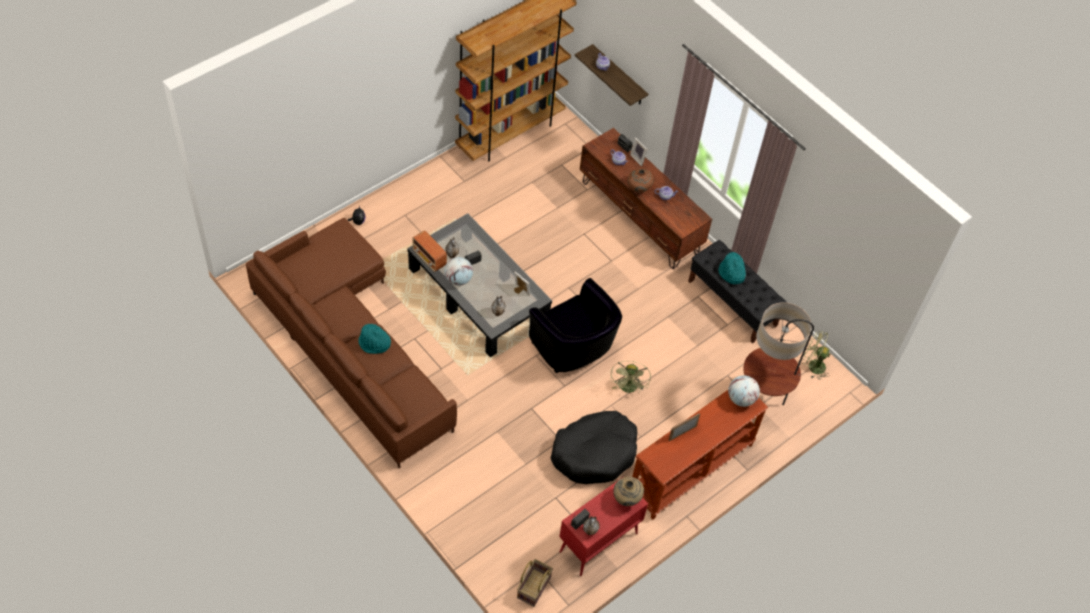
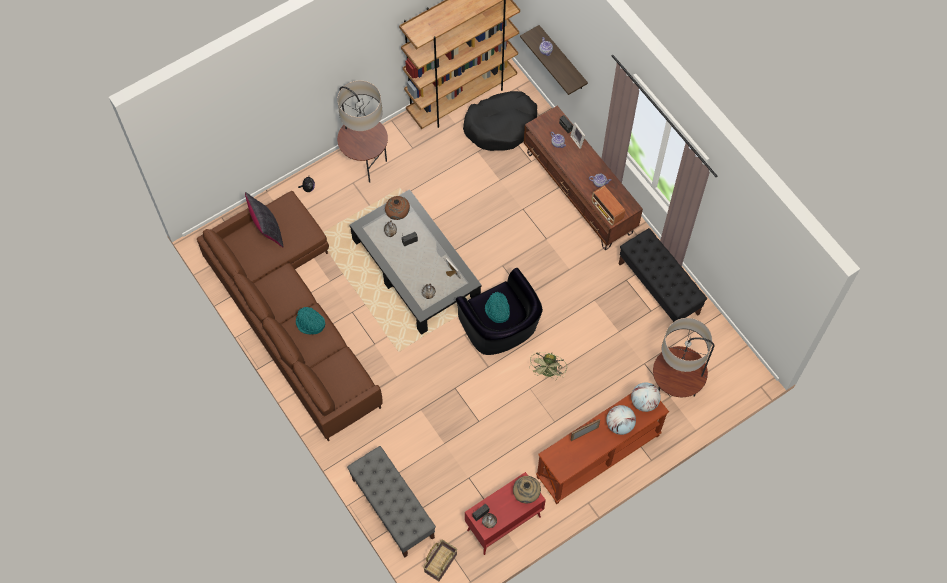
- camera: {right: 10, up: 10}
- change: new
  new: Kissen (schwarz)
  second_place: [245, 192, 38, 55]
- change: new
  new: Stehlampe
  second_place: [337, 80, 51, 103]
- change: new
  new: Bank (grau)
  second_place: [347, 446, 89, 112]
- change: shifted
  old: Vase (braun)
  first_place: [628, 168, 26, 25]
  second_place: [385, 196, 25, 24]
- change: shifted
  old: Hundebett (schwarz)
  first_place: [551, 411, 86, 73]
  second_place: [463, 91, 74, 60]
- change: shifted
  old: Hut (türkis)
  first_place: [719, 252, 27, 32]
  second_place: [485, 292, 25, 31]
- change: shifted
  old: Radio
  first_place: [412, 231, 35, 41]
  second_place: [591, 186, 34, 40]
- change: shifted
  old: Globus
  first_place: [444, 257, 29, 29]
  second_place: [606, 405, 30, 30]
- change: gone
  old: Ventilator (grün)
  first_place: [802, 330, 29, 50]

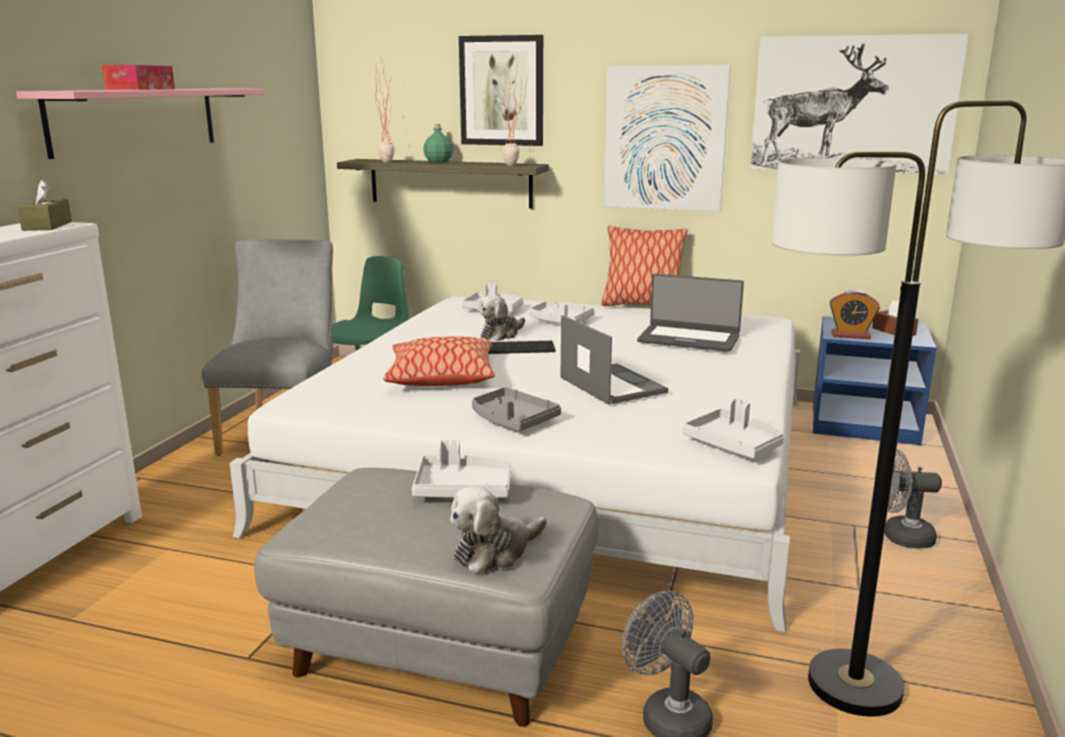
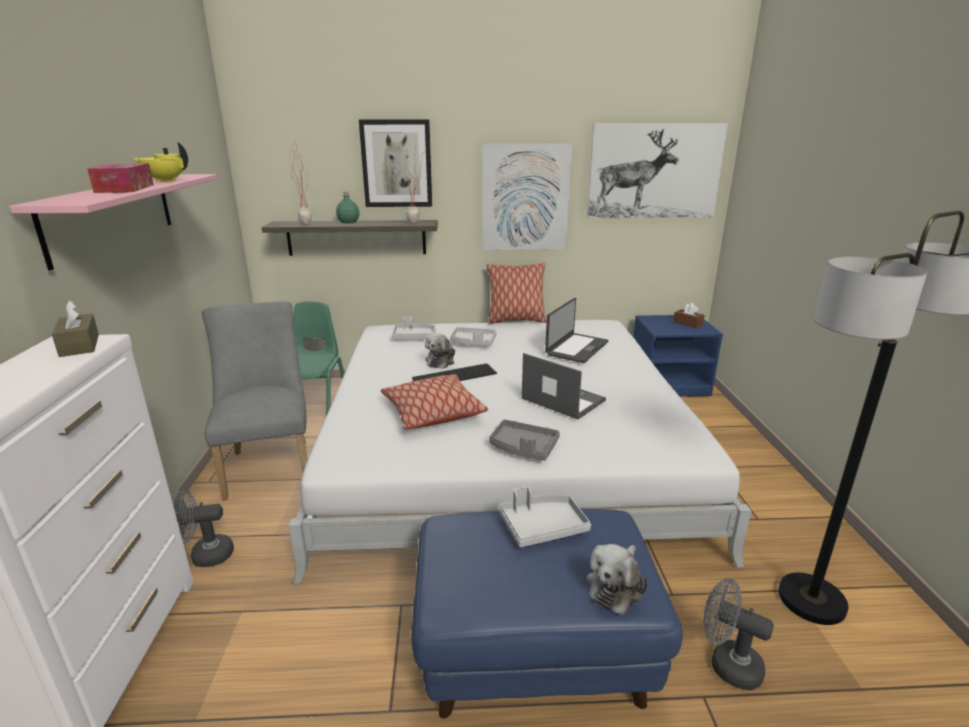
- camera: {right: -20, up: 5}
- change: new
  new: Teekanne (gelb)
  second_place: [133, 142, 55, 40]
- change: shifted
  old: Ventilator (grau)
  first_place: [875, 449, 67, 99]
  second_place: [171, 490, 63, 77]
- change: repainted
  old: Polsterhocker (grau)
  new: Polsterhocker (blau)
  first_place: [254, 468, 345, 259]
  second_place: [411, 509, 272, 209]
- change: rotated
  old: Laptop
  first_place: [637, 274, 107, 78]
  second_place: [545, 298, 64, 65]
  degrees: -60
- change: gone
  old: Tablett (grau)
  first_place: [683, 398, 101, 61]
- change: gone
  old: Wecker
  first_place: [830, 290, 50, 49]

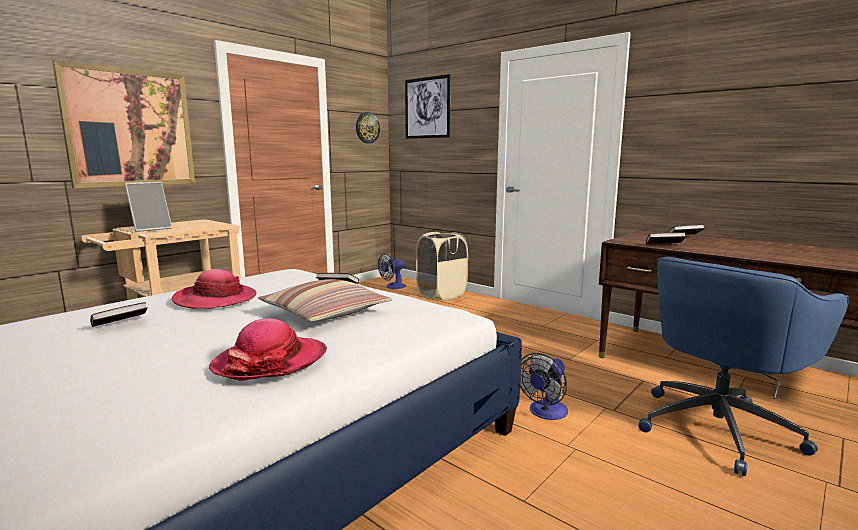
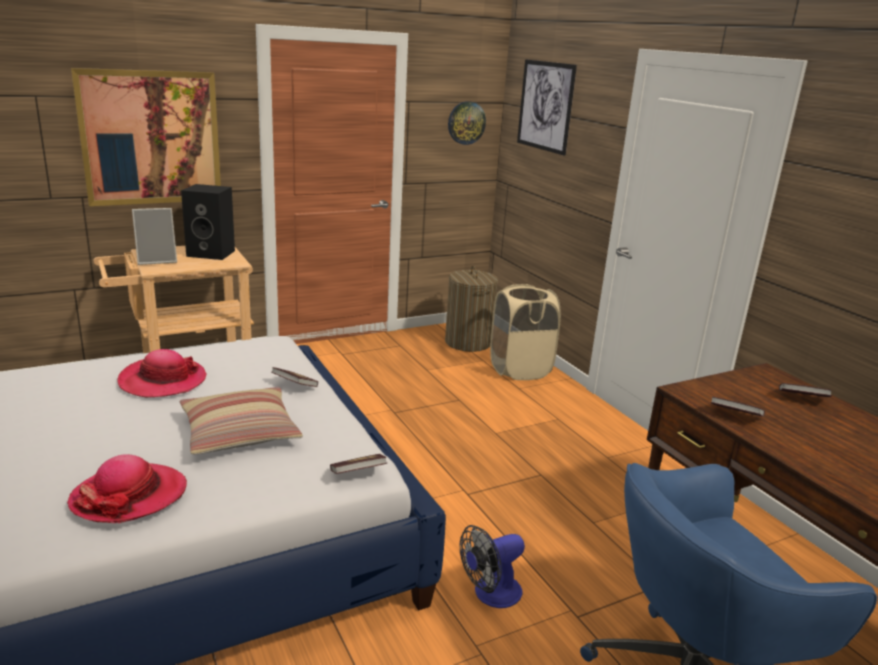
- camera: {right: 20, up: 10}
- change: new
  new: Lautsprecher (schwarz)
  second_place: [181, 184, 54, 76]
- change: shifted
  old: Buch
  first_place: [91, 302, 57, 25]
  second_place: [330, 454, 57, 20]
- change: swapped
  old: Ventilator
  new: Wäschekorb
  first_place: [378, 254, 28, 35]
  second_place: [445, 266, 53, 86]

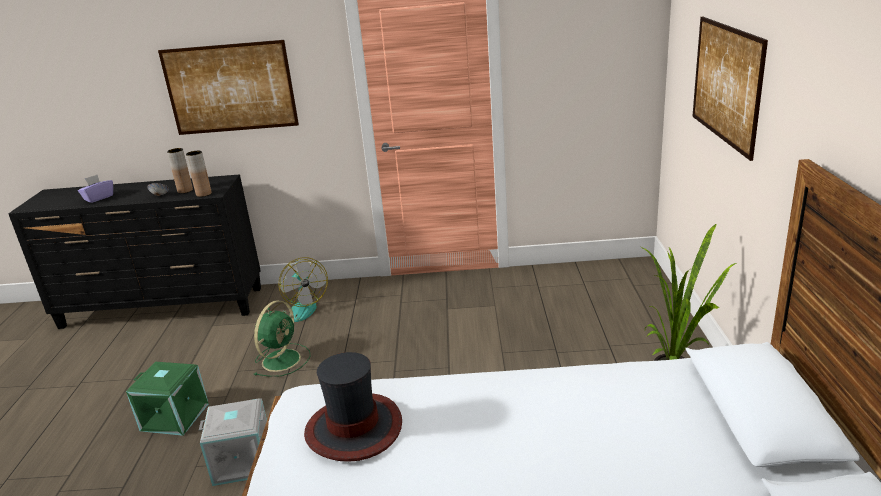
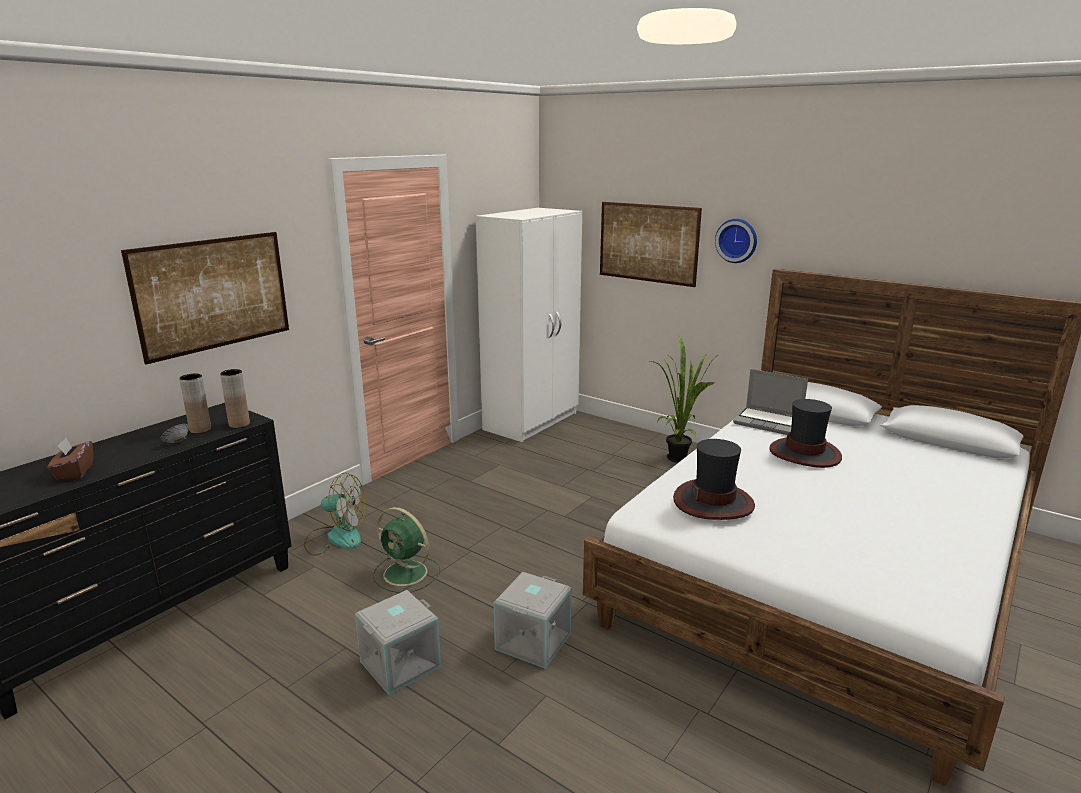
- camera: {right: -55, up: -5}
- change: repainted
  old: Taschentuchbox (lila)
  new: Taschentuchbox (braun)
  first_place: [78, 175, 35, 28]
  second_place: [48, 438, 45, 43]
- change: repainted
  old: Aufbewahrungsbox (grün)
  new: Aufbewahrungsbox (grau)
  first_place: [126, 362, 83, 74]
  second_place: [355, 590, 86, 105]
- change: rotated
  old: Ventilator (grün)
  first_place: [254, 300, 57, 77]
  second_place: [373, 507, 67, 86]
  degrees: 150
- change: new
  new: Kleiderschrank (weiß)
  second_place: [476, 208, 106, 234]
- change: new
  new: Wanduhr
  second_place: [715, 219, 42, 44]
- change: new
  new: Laptop
  second_place: [733, 369, 75, 66]
- change: new
  new: Hut
  second_place: [769, 399, 73, 69]

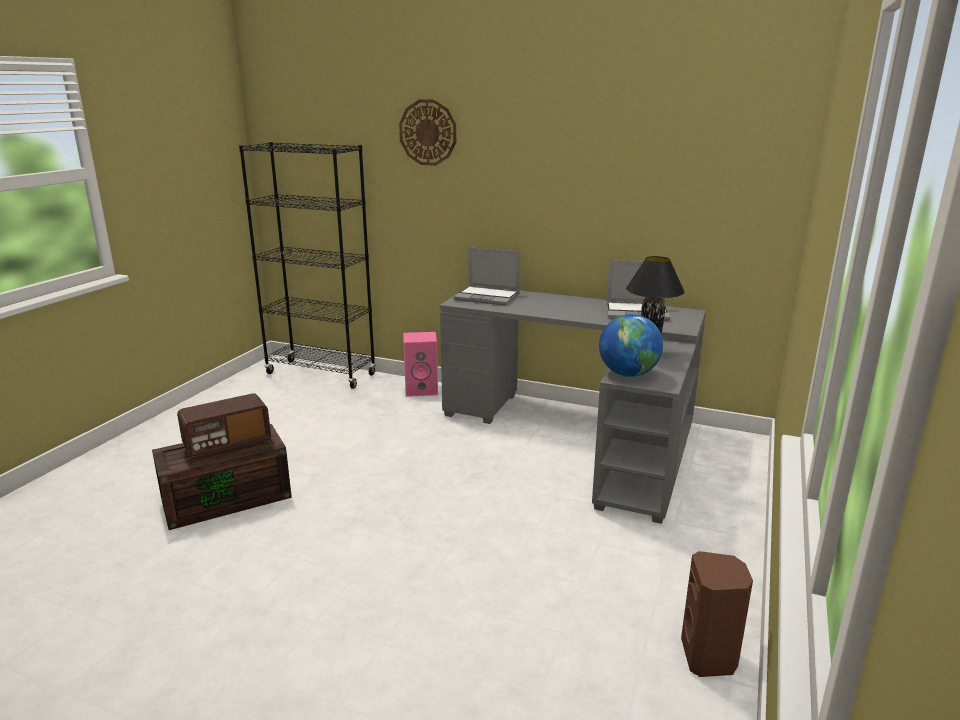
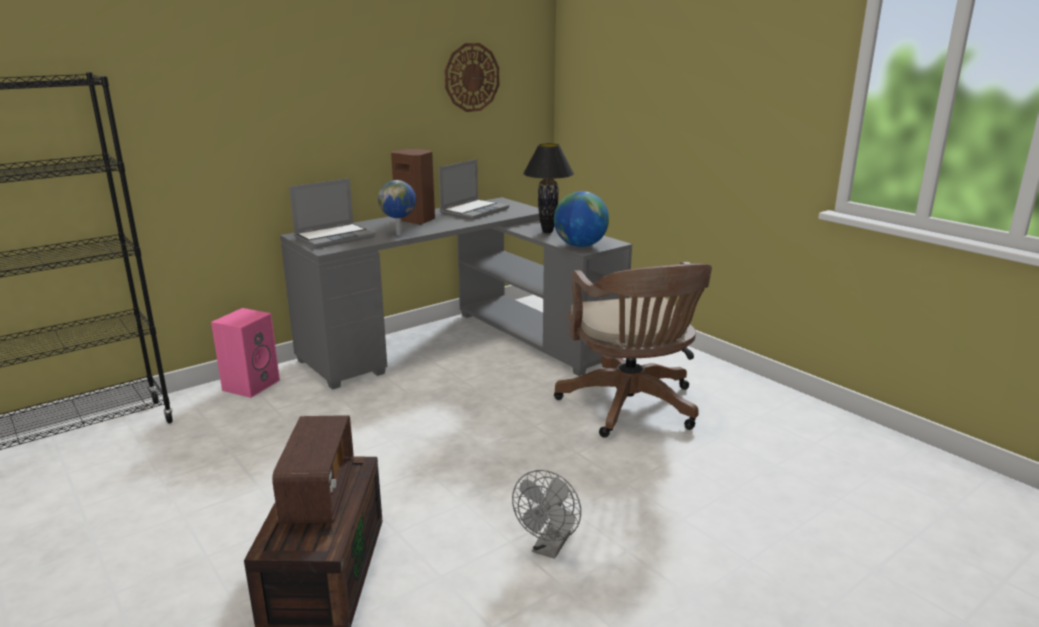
- camera: {right: -60, up: 0}
- change: new
  new: Globus
  second_place: [378, 180, 38, 56]
- change: shifted
  old: Lautsprecher (braun)
  first_place: [681, 551, 72, 126]
  second_place: [391, 149, 44, 76]
- change: shifted
  old: Wanduhr
  first_place: [399, 99, 57, 67]
  second_place: [445, 43, 54, 69]
- change: new
  new: Ventilator (grau)
  second_place: [512, 470, 69, 89]
- change: new
  new: Bürostuhl (braun)
  second_place: [554, 262, 158, 176]

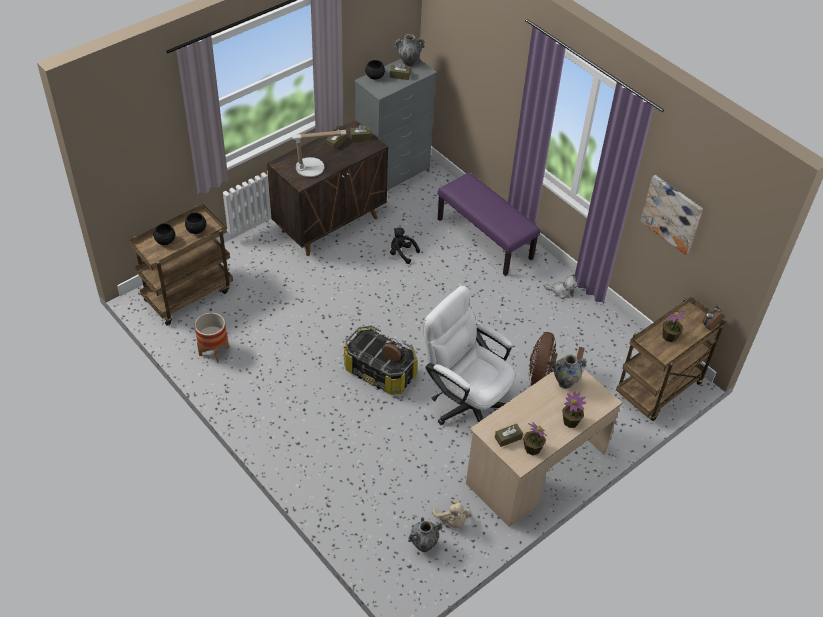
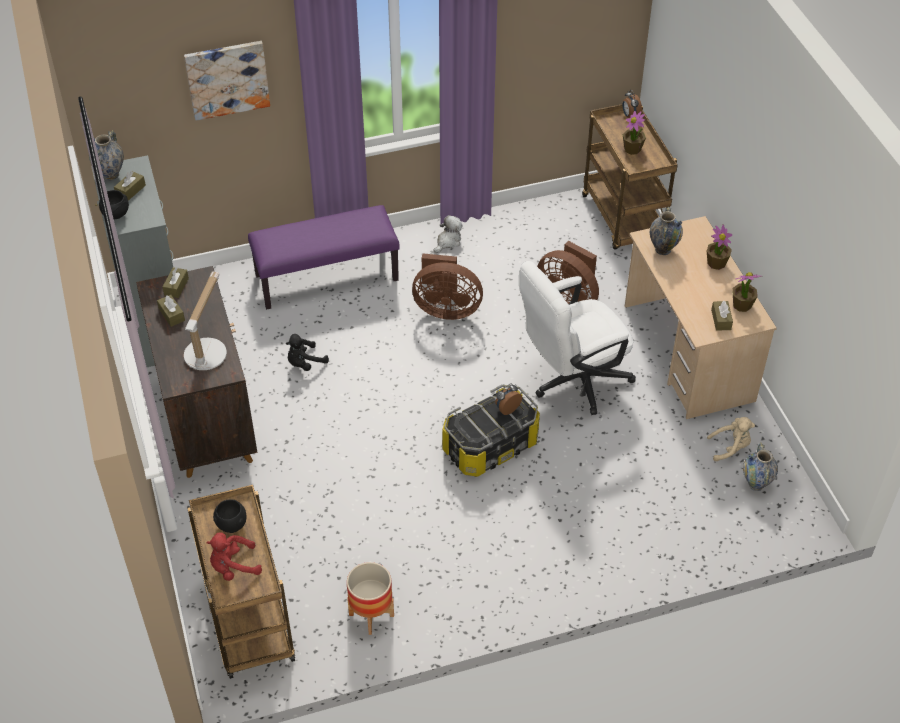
- camera: {right: -65, up: 0}
- change: shifted
  old: Bild
  first_place: [640, 175, 63, 80]
  second_place: [184, 41, 86, 80]
- change: swapped
  old: Schüssel (schwarz)
  new: Plüschtier (rot)
  first_place: [153, 223, 22, 22]
  second_place: [206, 532, 56, 49]
- change: new
  new: Ventilator (braun)
  second_place: [412, 253, 71, 67]

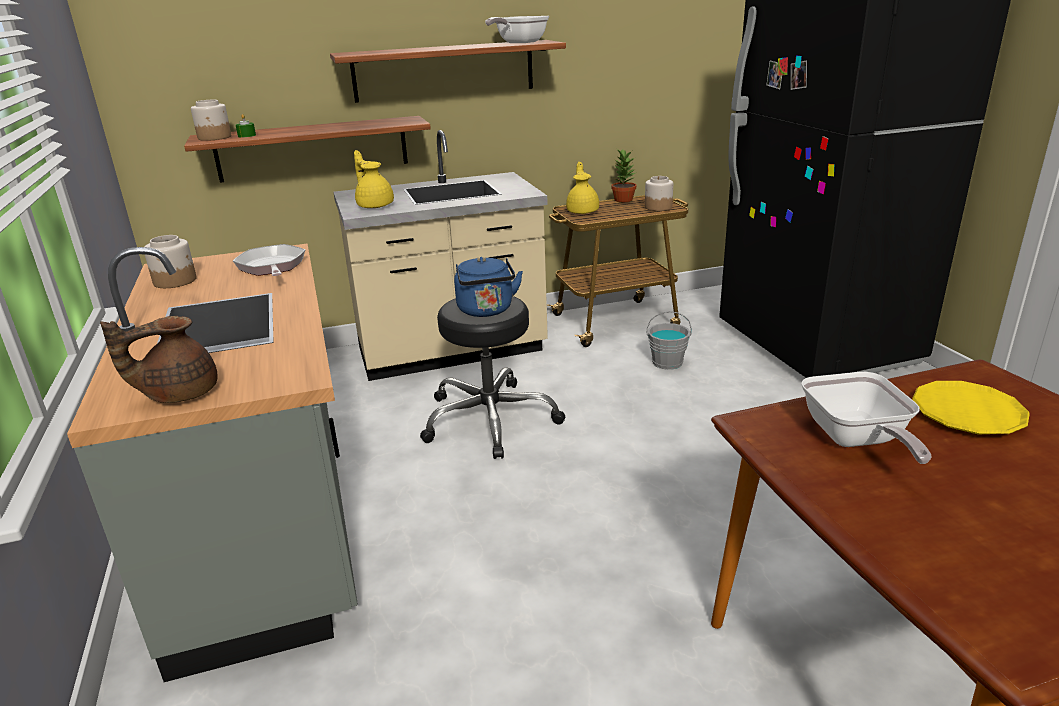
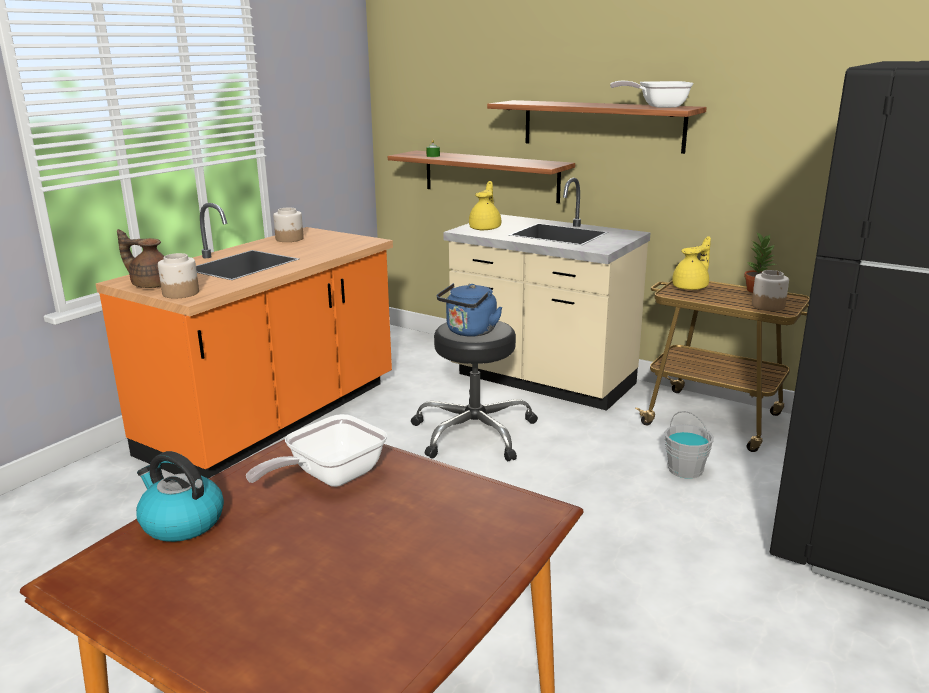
- camera: {right: 50, up: -5}
- change: repainted
  old: Küchenzeile (grau)
  new: Küchenzeile (orange)
  first_place: [67, 244, 291, 438]
  second_place: [96, 203, 297, 276]
- change: new
  new: Wasserkessel
  second_place: [136, 451, 88, 91]
- change: shifted
  old: Vorratsglas
  first_place: [191, 100, 40, 41]
  second_place: [158, 253, 41, 46]
- change: gone
  old: Pfanne
  first_place: [233, 244, 72, 32]
- change: gone
  old: Teller (gelb)
  first_place: [912, 381, 118, 54]

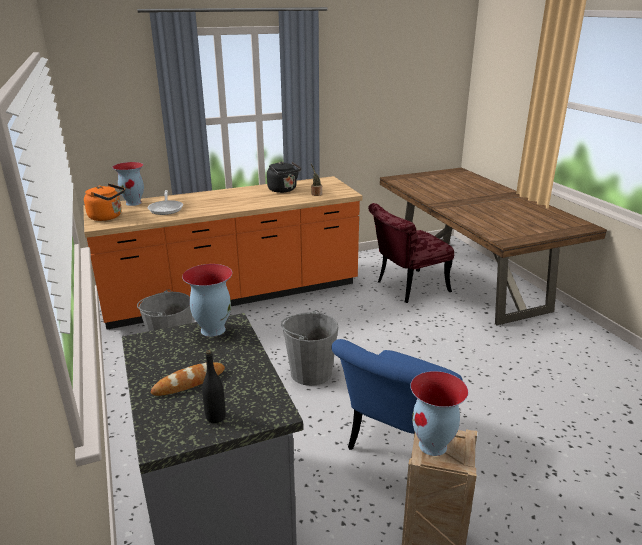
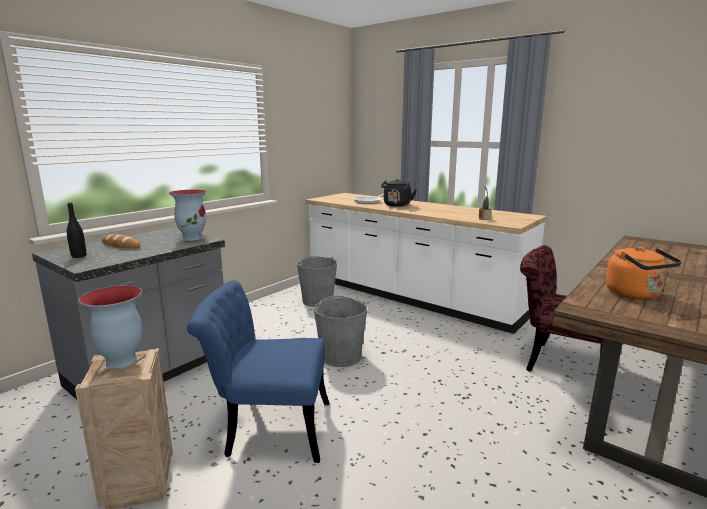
- camera: {right: 60, up: -10}
- change: repainted
  old: Küchenzeile (orange)
  new: Küchenzeile (weiß)
  first_place: [83, 176, 280, 154]
  second_place: [305, 193, 242, 141]
- change: shifted
  old: Wasserkessel (schwarz)
  first_place: [267, 162, 34, 31]
  second_place: [381, 179, 36, 28]
- change: shifted
  old: Wasserkessel (orange)
  first_place: [84, 183, 41, 38]
  second_place: [606, 247, 76, 52]
- change: gone
  old: Vase
  first_place: [112, 162, 32, 44]

